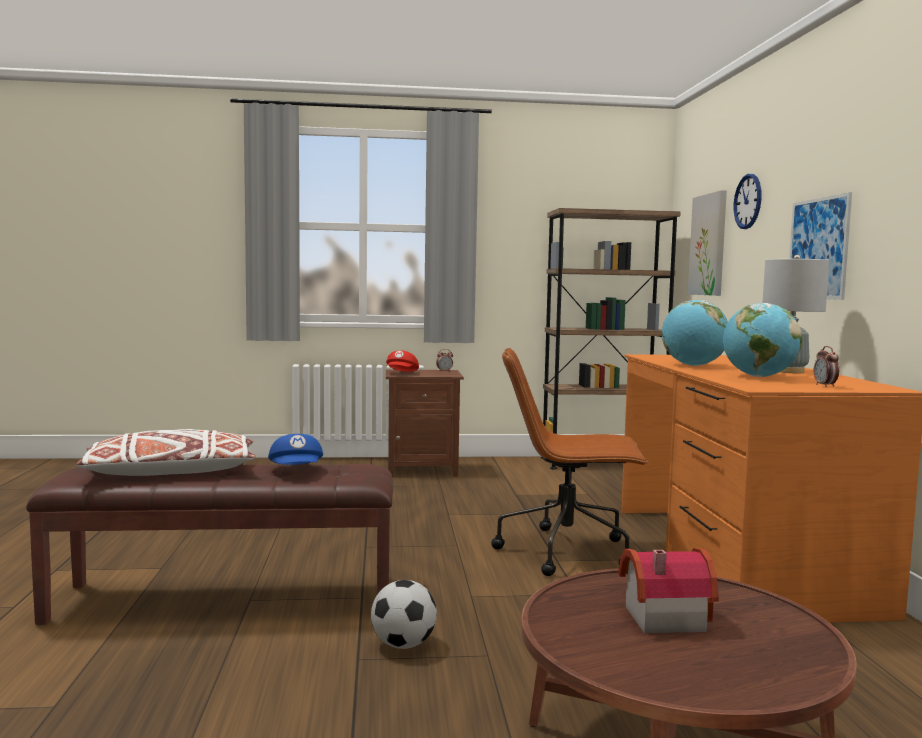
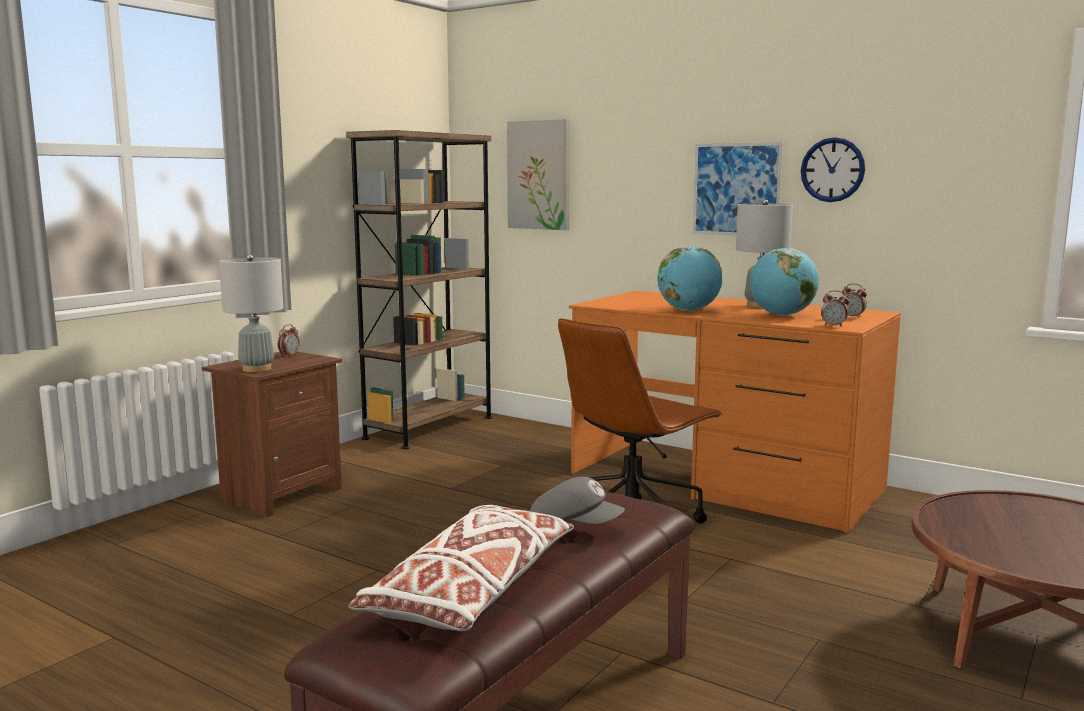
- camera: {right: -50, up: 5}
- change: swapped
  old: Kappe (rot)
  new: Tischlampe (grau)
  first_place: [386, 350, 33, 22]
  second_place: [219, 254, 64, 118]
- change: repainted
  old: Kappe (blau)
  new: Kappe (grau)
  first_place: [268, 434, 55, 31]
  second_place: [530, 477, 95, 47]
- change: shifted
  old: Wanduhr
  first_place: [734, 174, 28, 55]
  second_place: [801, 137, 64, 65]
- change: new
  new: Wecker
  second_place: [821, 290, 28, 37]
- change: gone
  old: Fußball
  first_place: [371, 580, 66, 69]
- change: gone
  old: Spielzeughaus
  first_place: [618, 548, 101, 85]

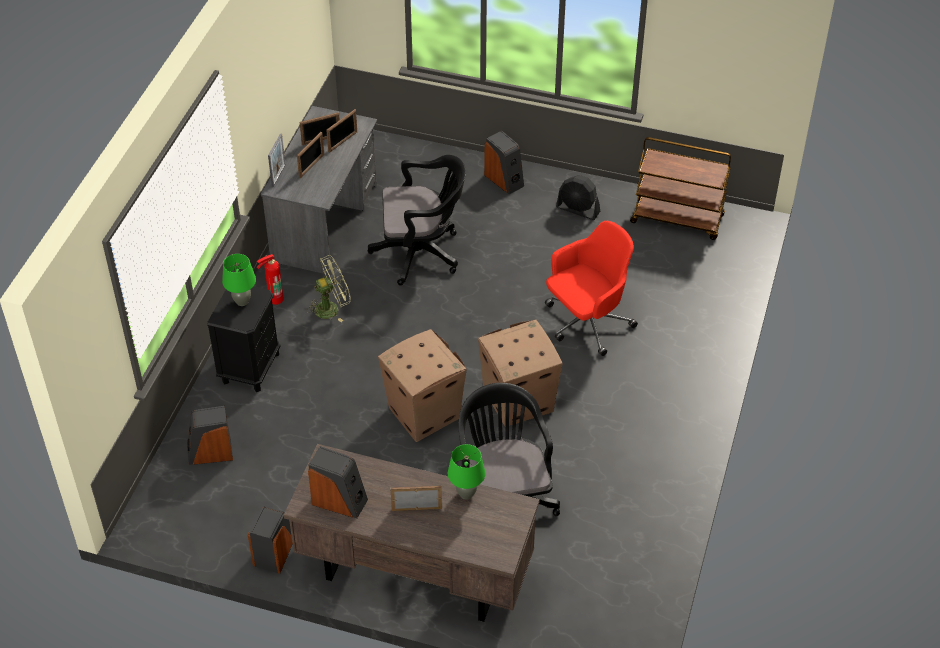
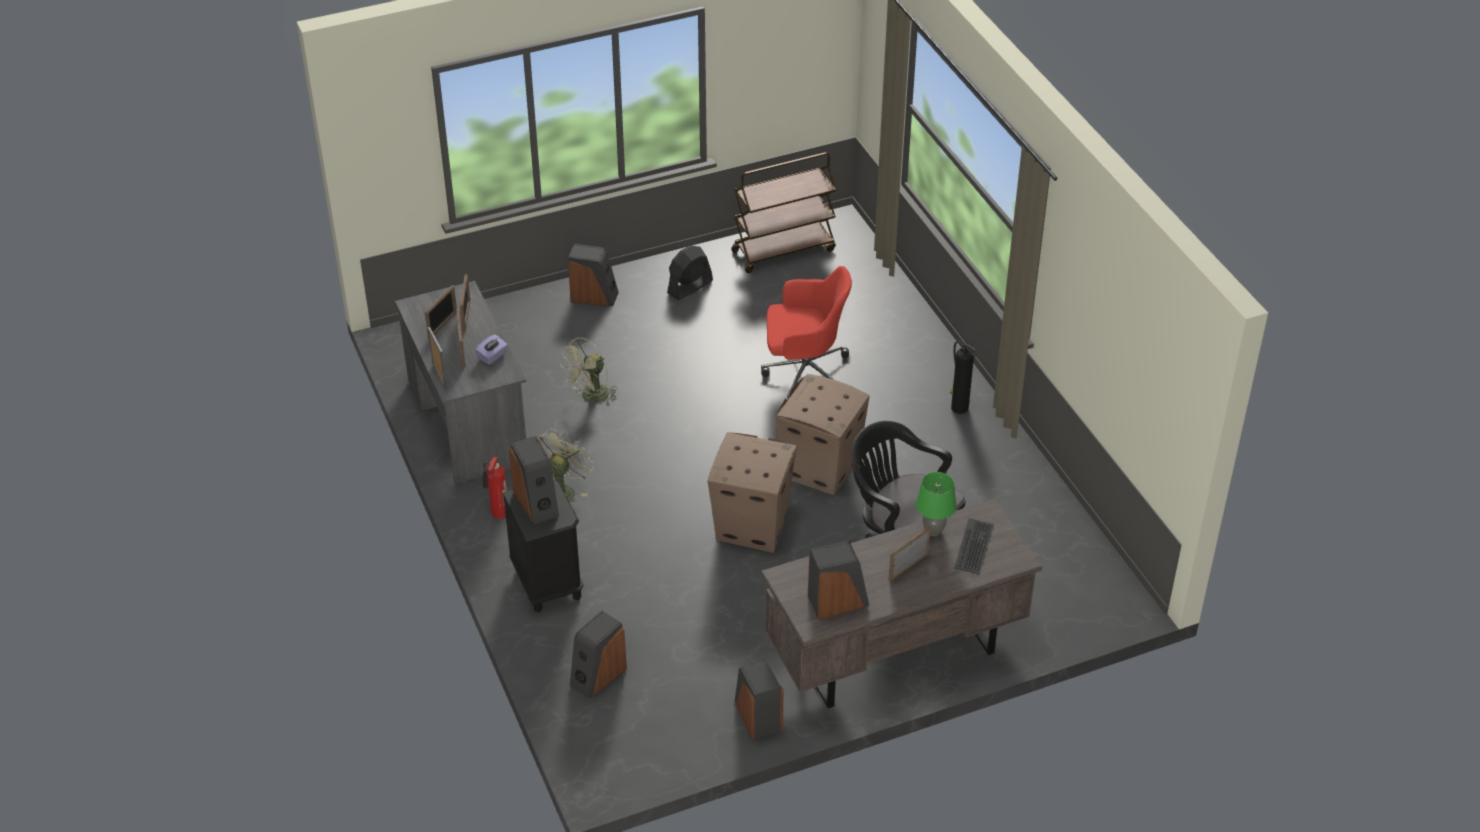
- camera: {right: -40, up: -5}
- change: new
  new: Taschentuchbox (lila)
  second_place: [475, 334, 33, 31]
- change: swapped
  old: Tischlampe (grün)
  new: Lautsprecher
  first_place: [222, 254, 34, 52]
  second_place: [509, 436, 50, 88]
- change: swapped
  old: Bürostuhl (schwarz)
  new: Ventilator (grün)
  first_place: [368, 155, 98, 131]
  second_place: [560, 338, 57, 67]
- change: rotated
  old: Ventilator (schwarz)
  first_place: [556, 175, 44, 45]
  second_place: [667, 245, 46, 55]
  degrees: 150
- change: rotated
  old: Bürostuhl (rot)
  first_place: [545, 221, 93, 135]
  second_place: [761, 266, 91, 132]
  degrees: 75
- change: new
  new: Feuerlöscher
  second_place: [950, 341, 27, 73]
- change: new
  new: Tastatur
  second_place: [954, 518, 40, 56]

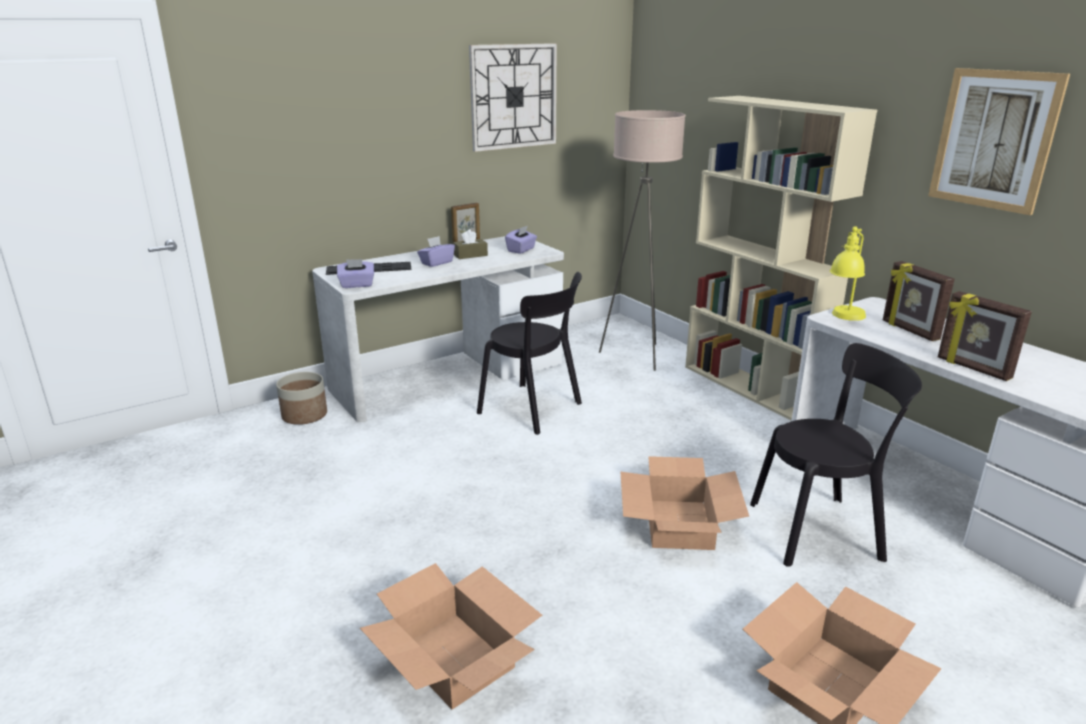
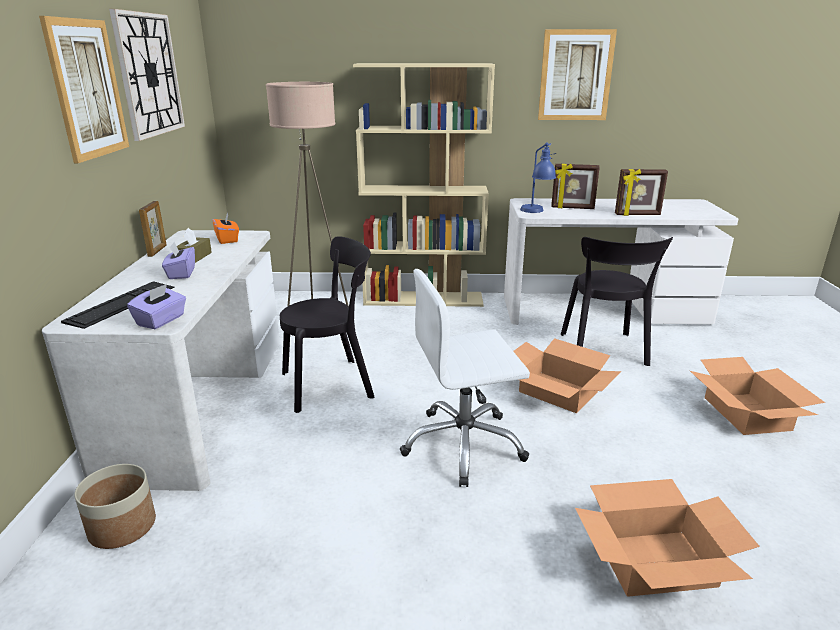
- camera: {right: -55, up: 0}
- change: new
  new: Bild
  second_place: [39, 16, 90, 147]
- change: repainted
  old: Taschentuchbox (lila)
  new: Taschentuchbox (orange)
  first_place: [505, 226, 32, 28]
  second_place: [212, 213, 27, 31]
- change: new
  new: Bürostuhl (weiß)
  second_place: [400, 269, 130, 218]
- change: repainted
  old: Tischlampe (gelb)
  new: Tischlampe (blau)
  first_place: [830, 226, 36, 95]
  second_place: [520, 142, 36, 71]
- change: rotated
  old: Stuhl (schwarz)
  first_place: [750, 343, 172, 224]
  second_place: [561, 237, 112, 129]
  degrees: 150

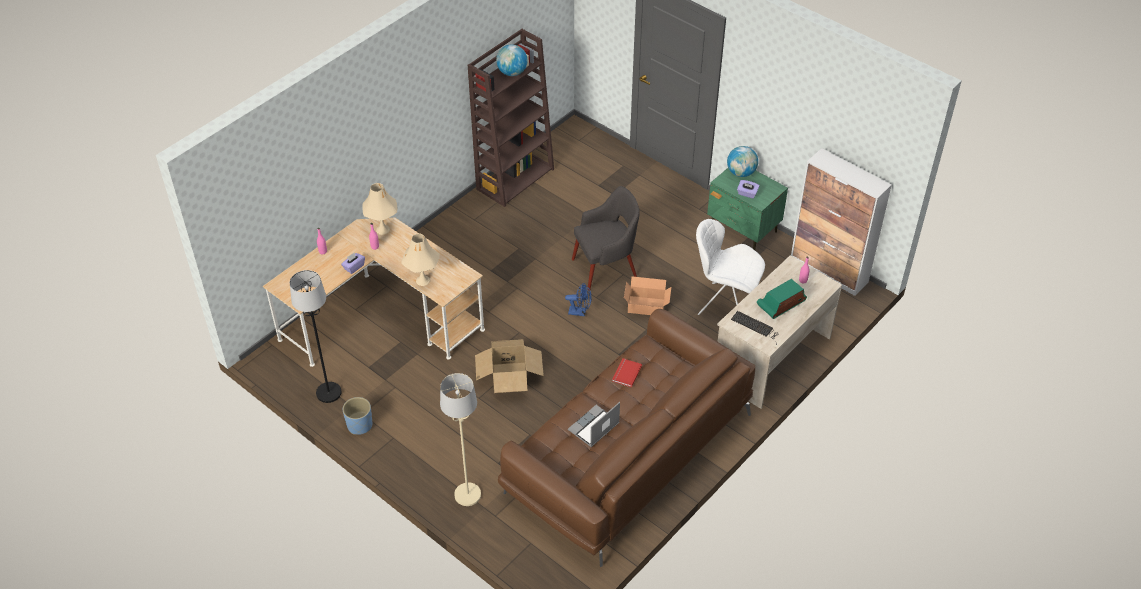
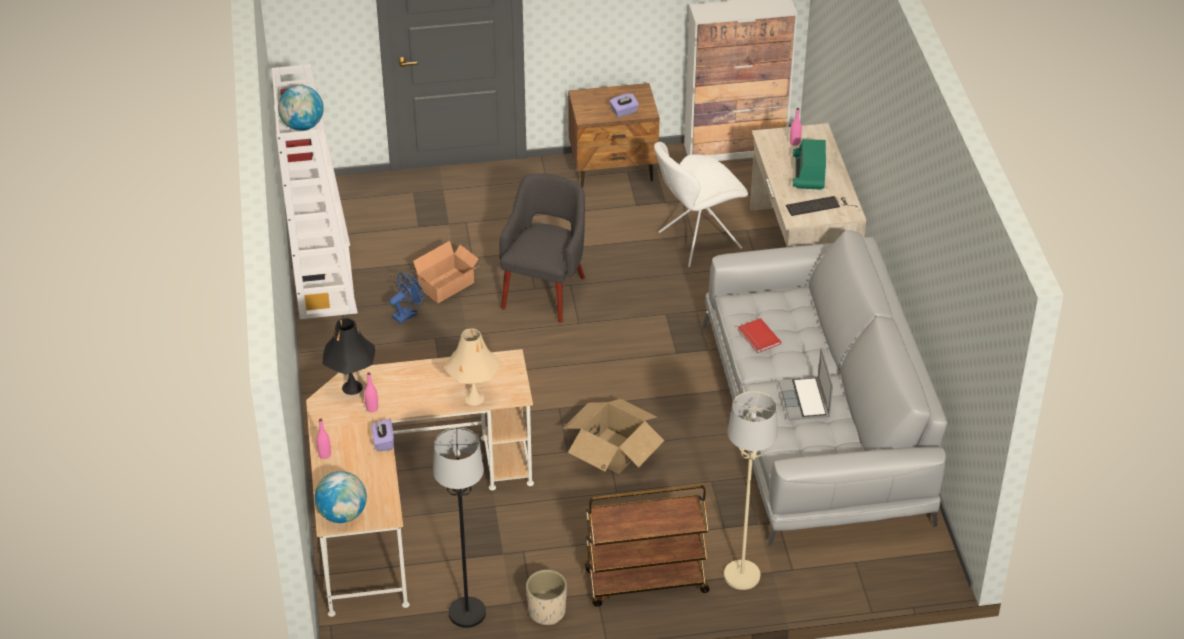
- camera: {right: -50, up: -5}
- change: repainted
  old: Bücherregal (braun)
  new: Bücherregal (weiß)
  first_place: [468, 29, 86, 178]
  second_place: [272, 64, 86, 255]
- change: shifted
  old: Globus
  first_place: [727, 146, 31, 31]
  second_place: [314, 471, 53, 52]
- change: repainted
  old: Tischlampe (beige)
  new: Tischlampe (schwarz)
  first_place: [362, 183, 35, 52]
  second_place: [322, 318, 53, 77]
- change: shifted
  old: Ventilator (blau)
  first_place: [565, 283, 27, 33]
  second_place: [389, 273, 35, 51]
- change: shifted
  old: Karton
  first_place: [624, 276, 47, 39]
  second_place: [413, 241, 66, 62]
- change: repainted
  old: Pflanzkübel (blau)
  new: Pflanzkübel (beige)
  first_place: [343, 397, 29, 38]
  second_place: [526, 570, 41, 55]
- change: repainted
  old: Nachttisch (grün)
  new: Nachttisch (braun)
  first_place: [707, 168, 81, 82]
  second_place: [568, 83, 92, 105]
- change: new
  new: Rollwagen (braun)
  second_place: [585, 485, 124, 122]
- change: repainted
  old: Sofa (braun)
  new: Sofa (grau)
  first_place: [498, 309, 257, 258]
  second_place: [702, 230, 245, 317]

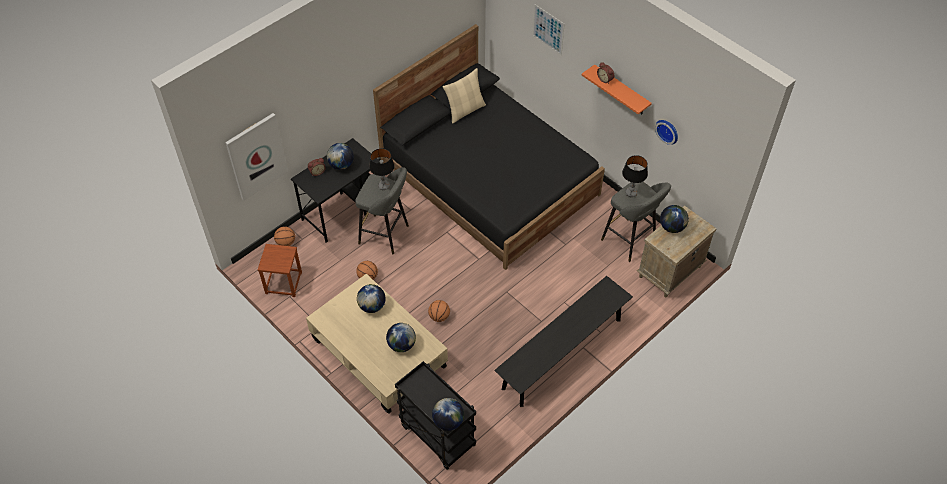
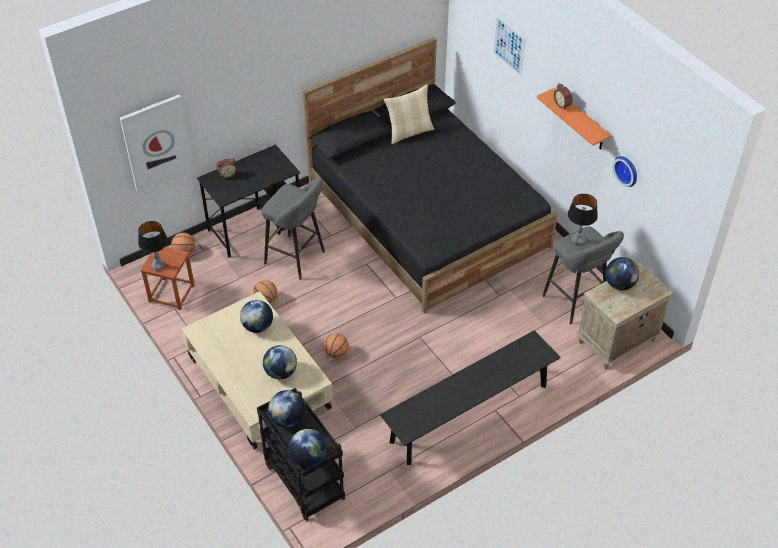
- camera: {right: 10, up: -5}
- change: shifted
  old: Tischlampe
  first_place: [369, 148, 26, 42]
  second_place: [138, 221, 30, 49]
- change: shifted
  old: Globus
  first_place: [327, 143, 27, 27]
  second_place: [268, 390, 37, 37]

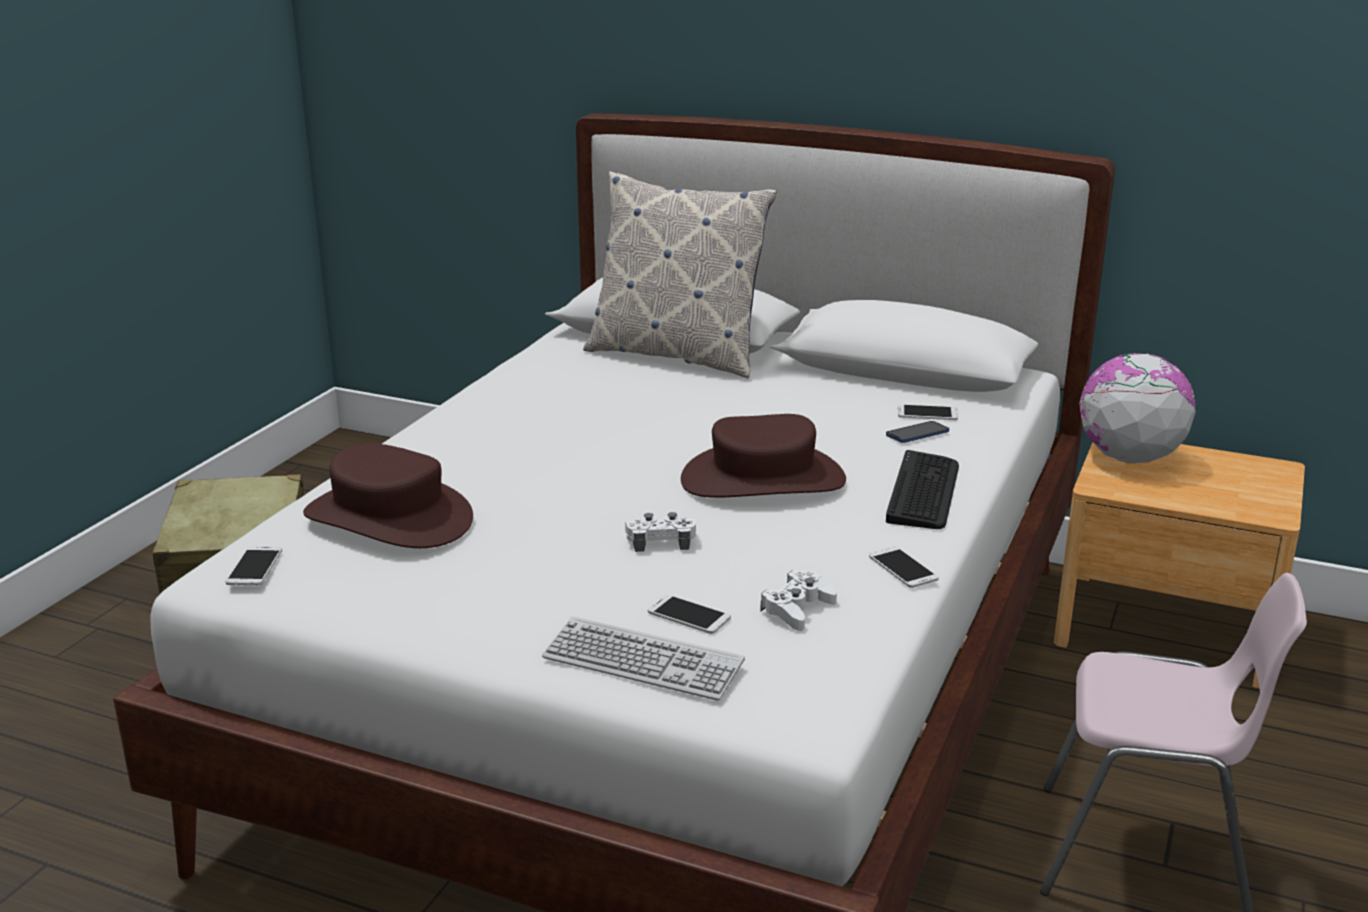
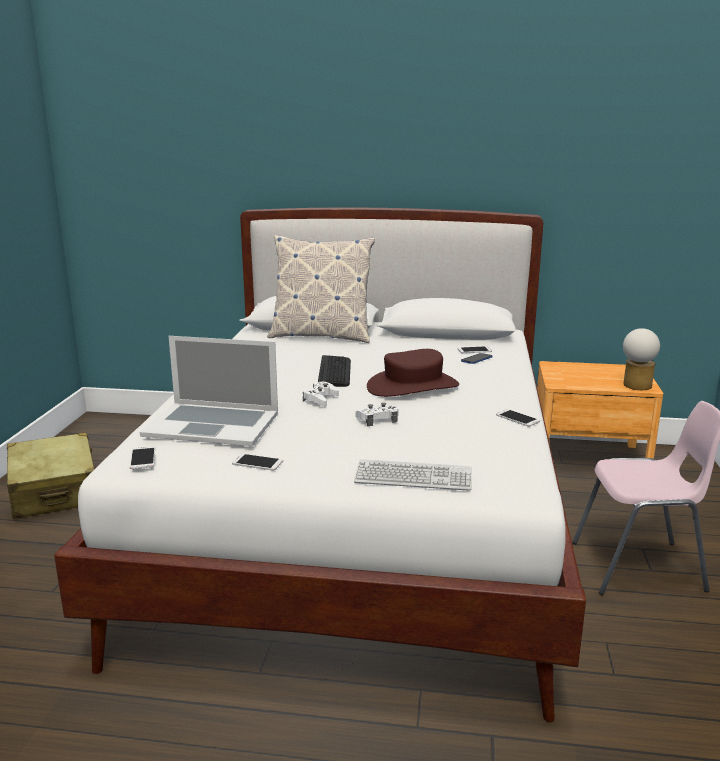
- camera: {right: -15, up: -5}
- change: swapped
  old: Hut (braun)
  new: Laptop
  first_place: [303, 443, 170, 105]
  second_place: [140, 336, 138, 110]
- change: shifted
  old: Handy
  first_place: [648, 595, 83, 39]
  second_place: [232, 454, 51, 17]
- change: shifted
  old: Gamepad (weiß)
  first_place: [760, 570, 77, 61]
  second_place: [303, 382, 36, 25]
- change: shifted
  old: Tastatur
  first_place: [886, 450, 73, 79]
  second_place: [318, 355, 33, 32]
- change: new
  new: Tischlampe
  second_place: [623, 328, 37, 62]
- change: gone
  old: Globus
  first_place: [1079, 352, 117, 111]

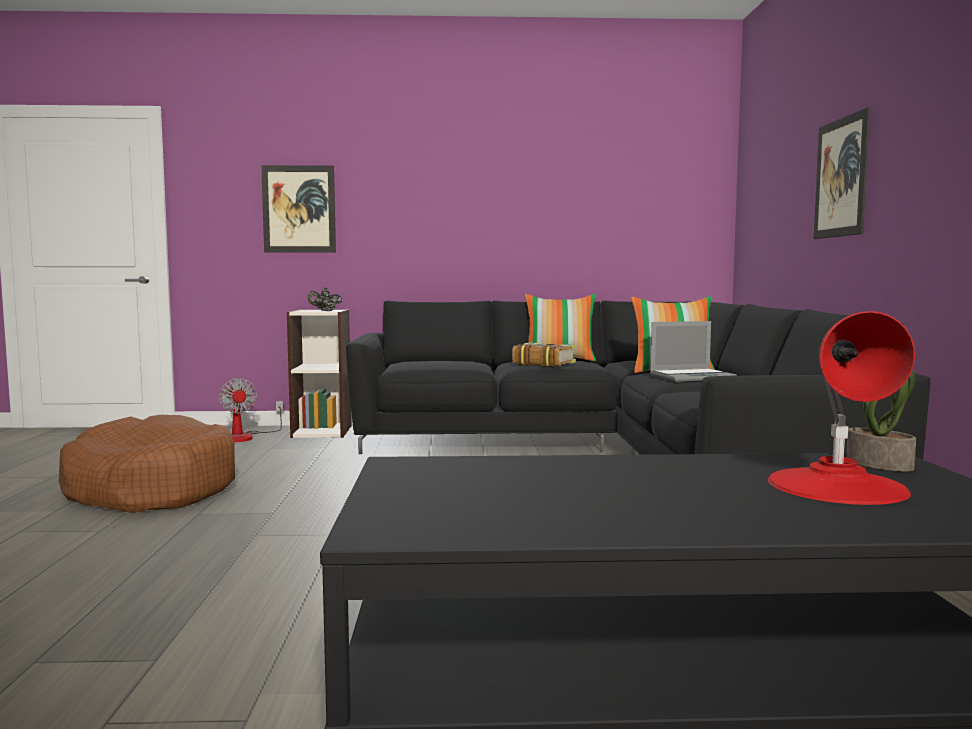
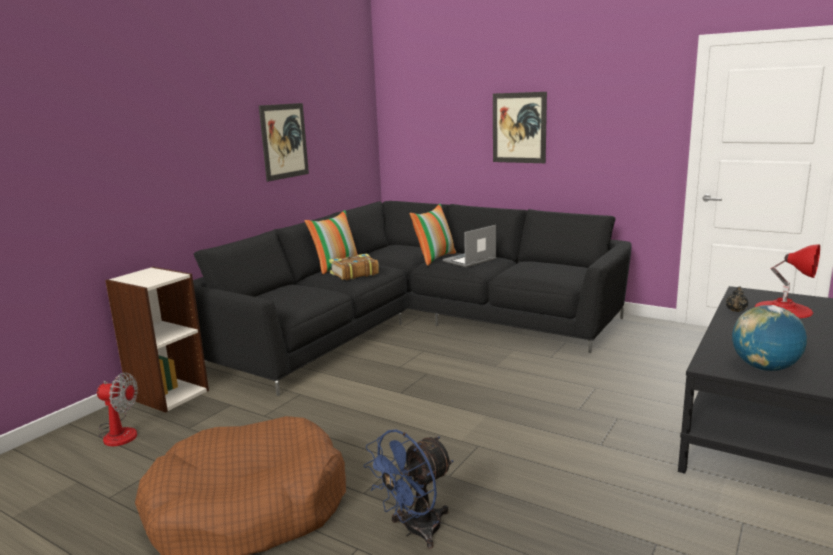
- camera: {right: -55, up: 10}
- change: shifted
  old: Bild
  first_place: [261, 165, 75, 88]
  second_place: [259, 103, 50, 79]
- change: new
  new: Ventilator (blau)
  second_place: [364, 429, 90, 120]
- change: rotated
  old: Laptop
  first_place: [650, 321, 87, 61]
  second_place: [443, 225, 53, 42]
  degrees: -150
- change: shifted
  old: Teekanne (schwarz)
  first_place: [308, 287, 34, 24]
  second_place: [726, 287, 22, 25]
- change: new
  new: Globus
  second_place: [732, 305, 75, 66]
- change: gone
  old: Topfpflanze
  first_place: [846, 370, 70, 102]

